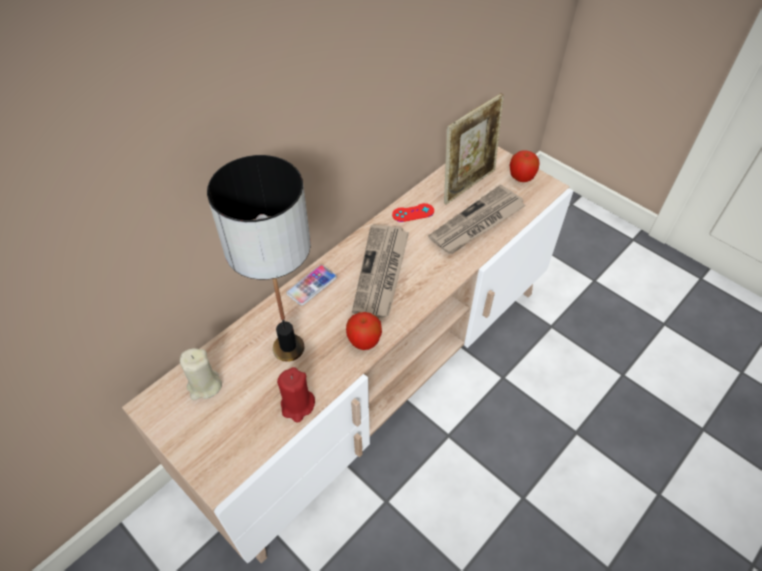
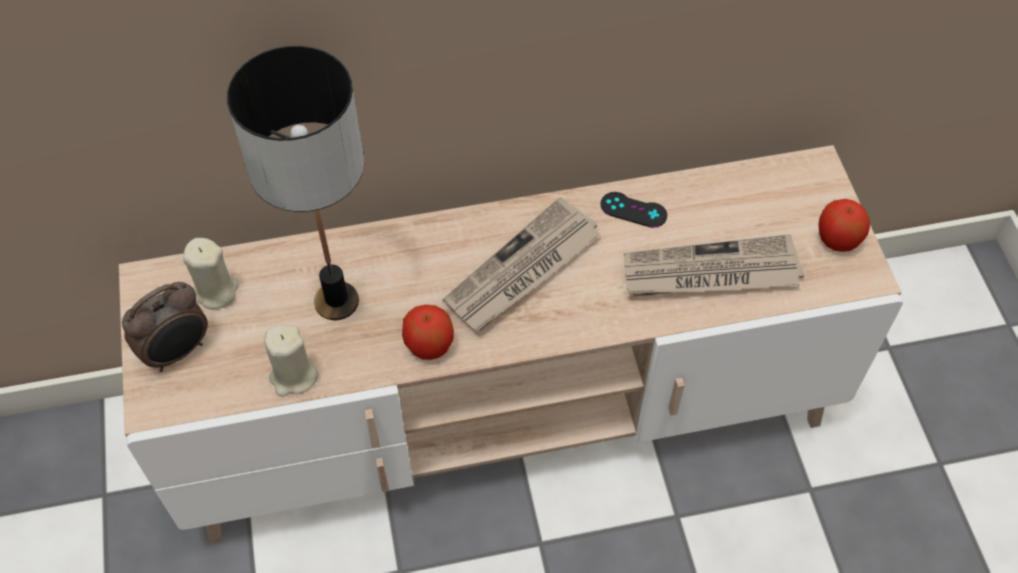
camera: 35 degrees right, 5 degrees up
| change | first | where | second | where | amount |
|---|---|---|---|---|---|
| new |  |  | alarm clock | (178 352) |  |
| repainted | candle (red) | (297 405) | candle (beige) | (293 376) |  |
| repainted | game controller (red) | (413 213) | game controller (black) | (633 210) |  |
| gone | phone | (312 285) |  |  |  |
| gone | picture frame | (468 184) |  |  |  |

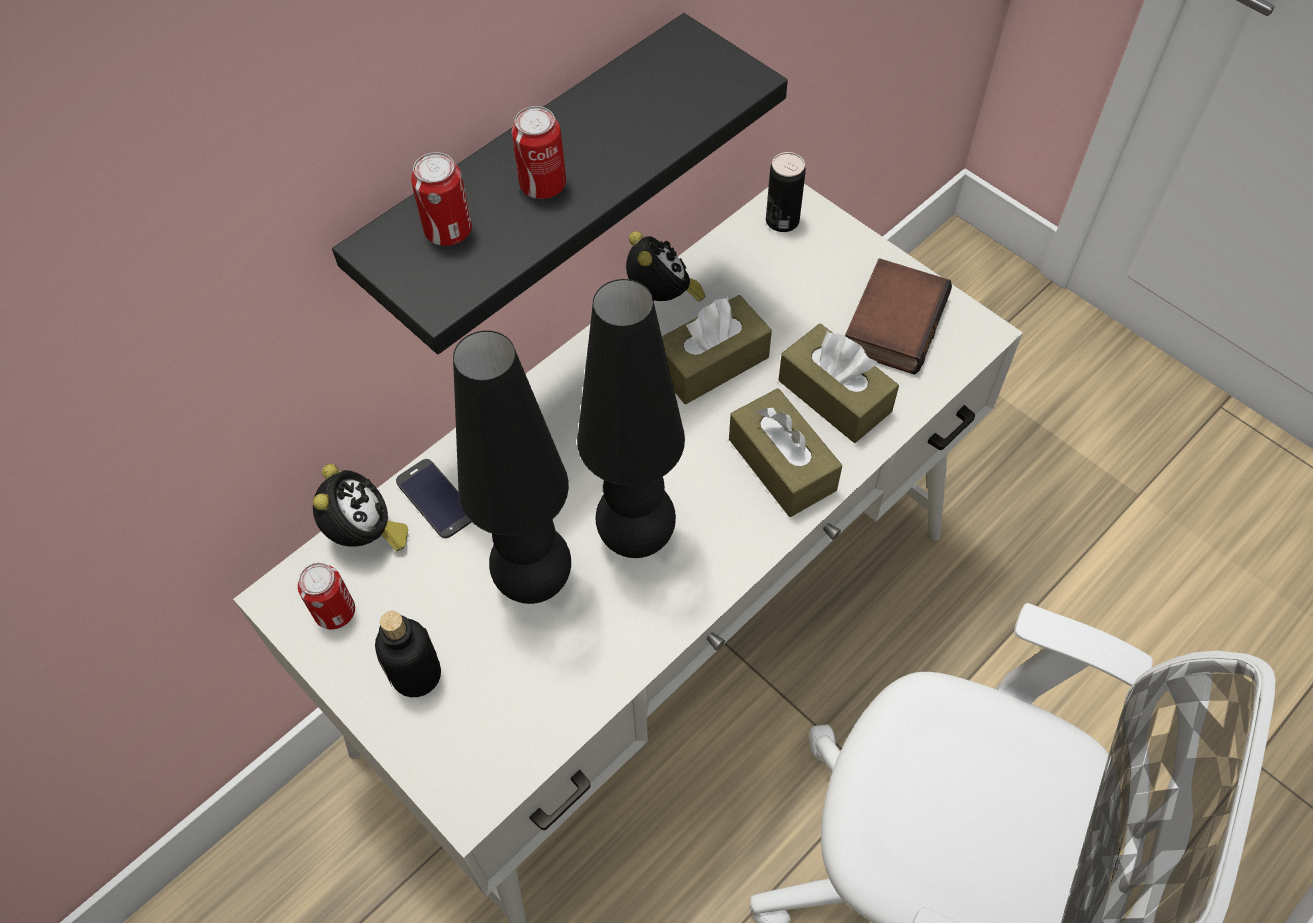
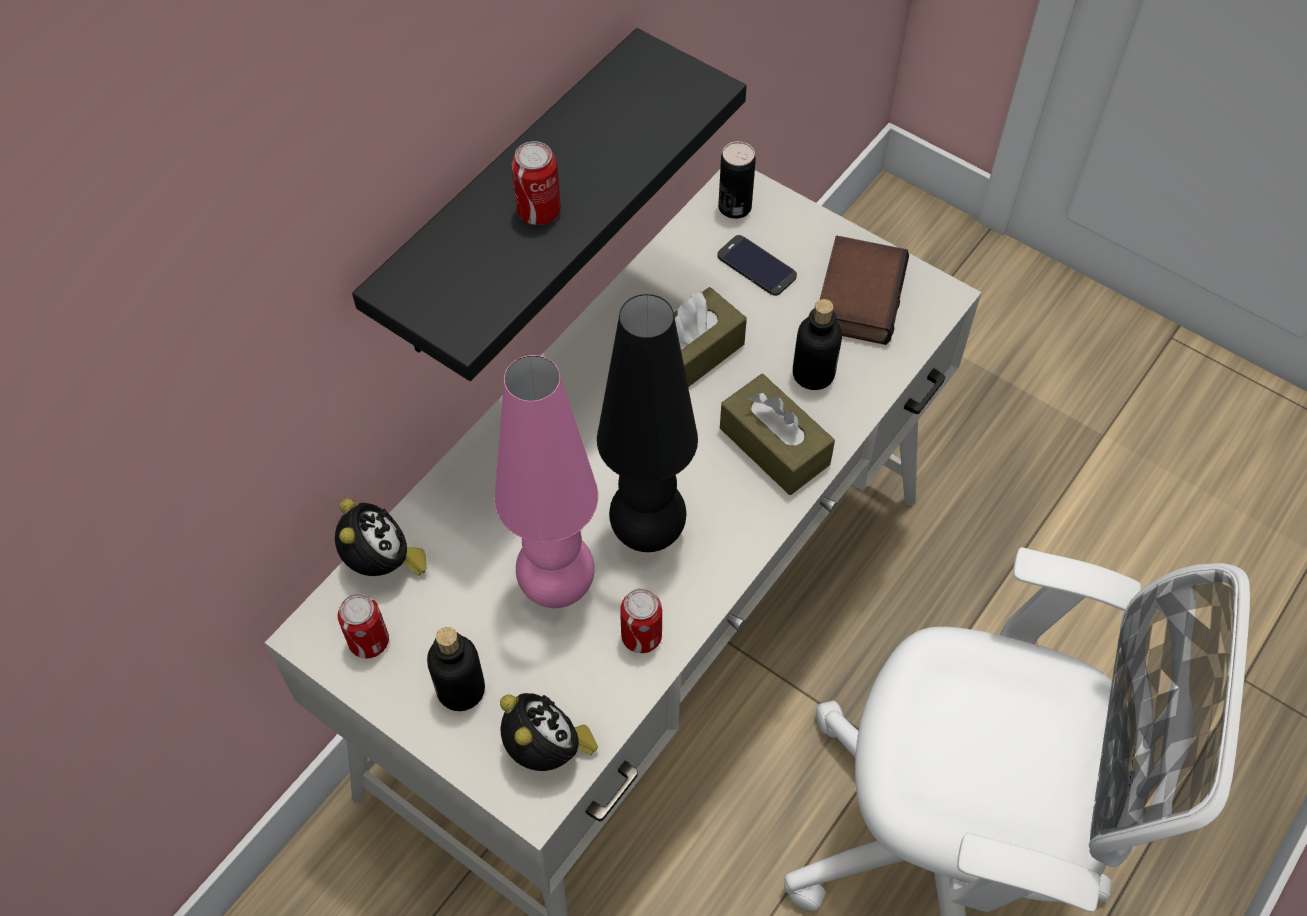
camera: 10 degrees left, 0 degrees up
| change | first | where | second | where | amount |
|---|---|---|---|---|---|
| repainted | table lamp (black) | (534 582) | table lamp (pink) | (557 587) |  |
| shifted | alarm clock | (663 298) |  | (547 751) |  |
| shifted | can | (448 231) |  | (641 636) |  |
| shifted | phone | (436 498) |  | (756 266) |  |
| swapped | tissue box (brown) | (834 396) | bottle | (813 374) |  |

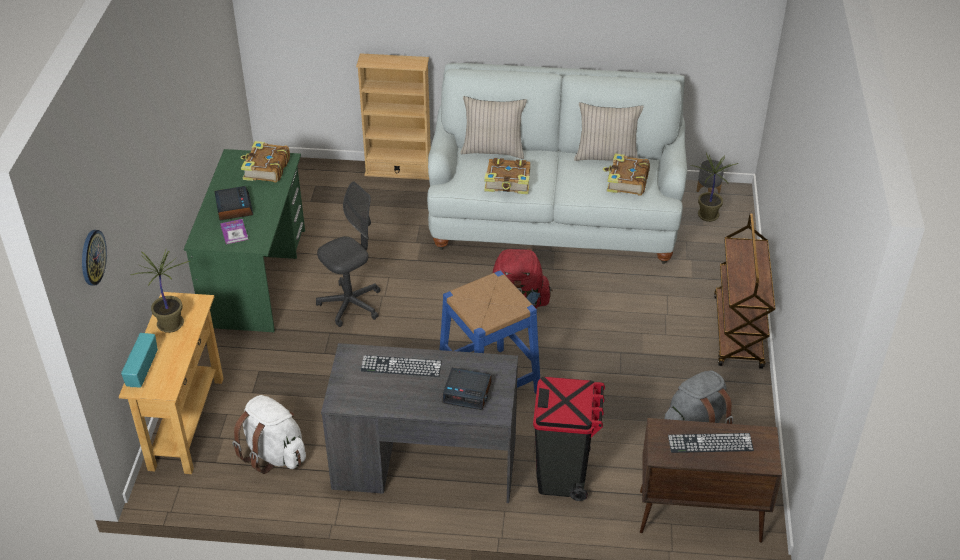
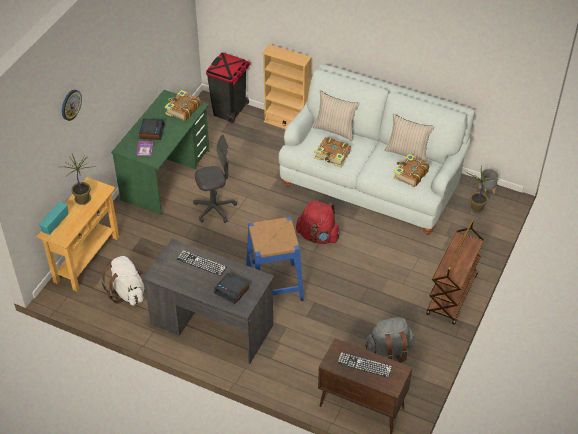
camera: 20 degrees right, 5 degrees up
| change | first | where | second | where | amount |
|---|---|---|---|---|---|
| shifted | wall clock | (92 257) |  | (70 104) |  |
| shifted | trash can (black) | (563 474) |  | (230 110) |  |

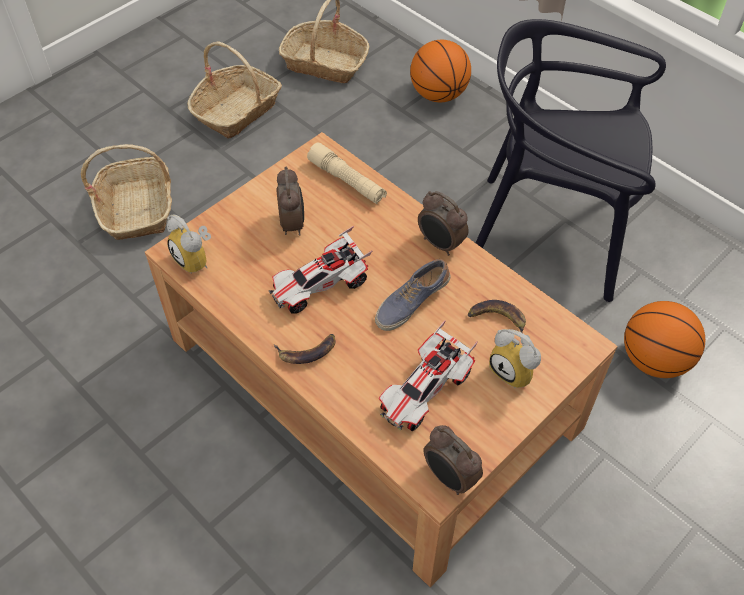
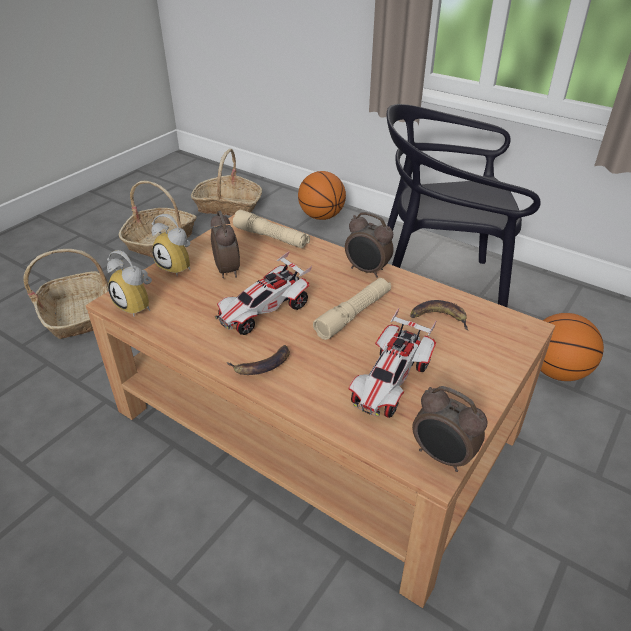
camera: 10 degrees left, 15 degrees down
| change | first | where | second | where | amount |
|---|---|---|---|---|---|
| shifted | alarm clock | (515 371) |  | (179 266) |  |
| swapped | shoe | (411 302) | flashlight (beige) | (354 314) |  |

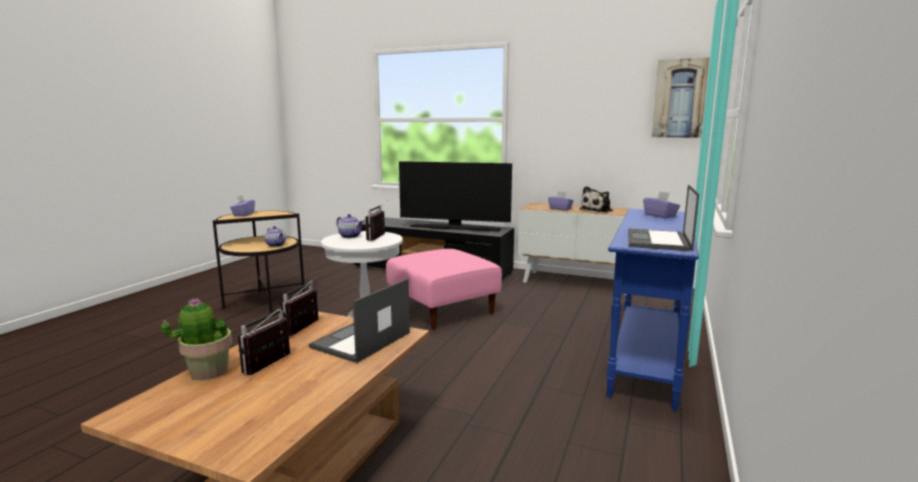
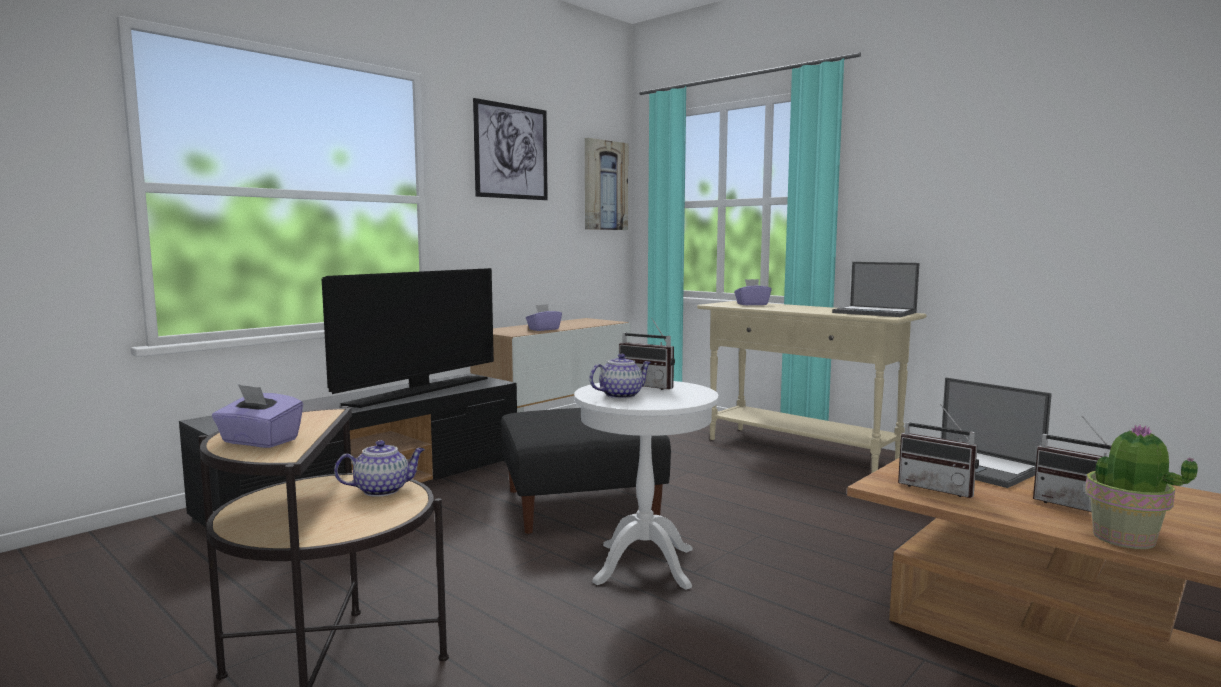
camera: 70 degrees left, 5 degrees down
| change | first | where | second | where | amount |
|---|---|---|---|---|---|
| new |  |  | picture | (511 152) |  |
| repainted | ottoman (pink) | (443 309) | ottoman (black) | (581 504) |  |
| repainted | console table (blue) | (645 361) | console table (beige) | (800 450) |  |
| gone | plush toy | (597 210) |  |  |  |

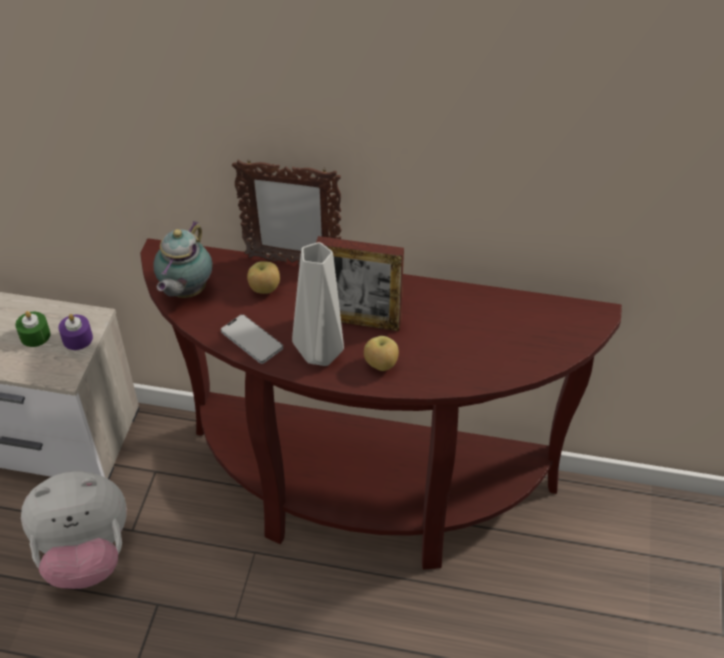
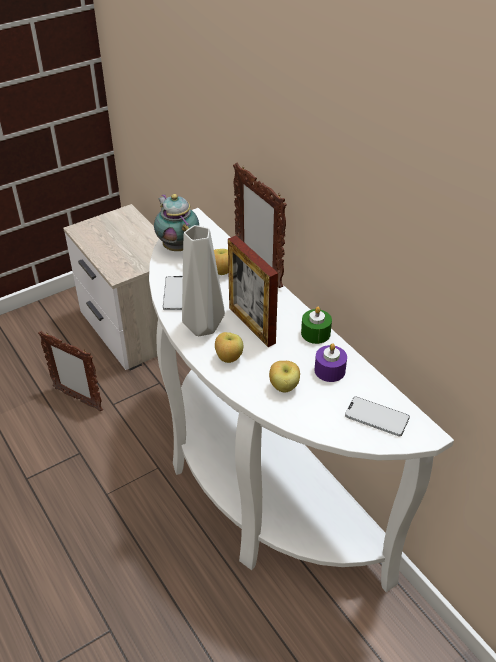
camera: 45 degrees right, 5 degrees down
| change | first | where | second | where | amount |
|---|---|---|---|---|---|
| swapped | plush toy | (86 555) | picture frame | (78 399) |  |
| repainted | console table (brown) | (364 495) | console table (white) | (256 487) |  |
| rotated | teapot | (185 292) |  | (177 246) | 90 degrees clockwise |
| new |  |  | apple | (284 387) |  |
| shifted | candle (green) | (35 335) |  | (315 333) |  |
| shifted | candle (purple) | (77 338) |  | (329 370) |  |
| new |  |  | phone | (376 417) |  |

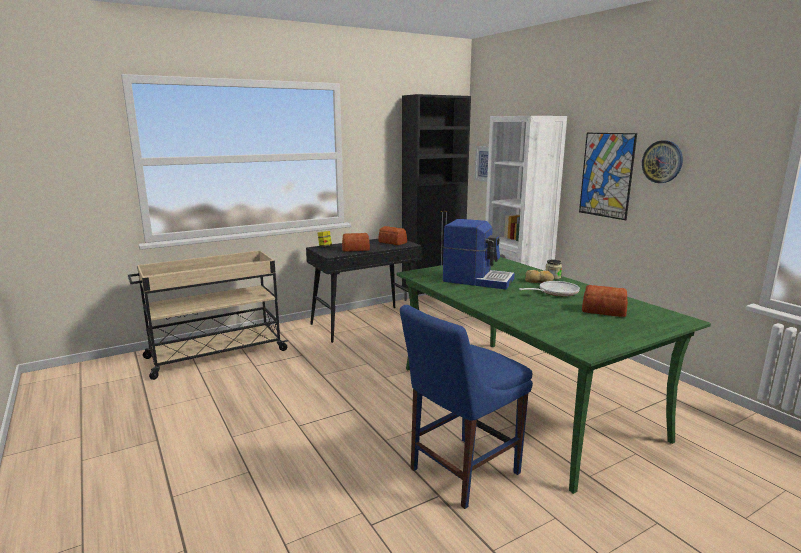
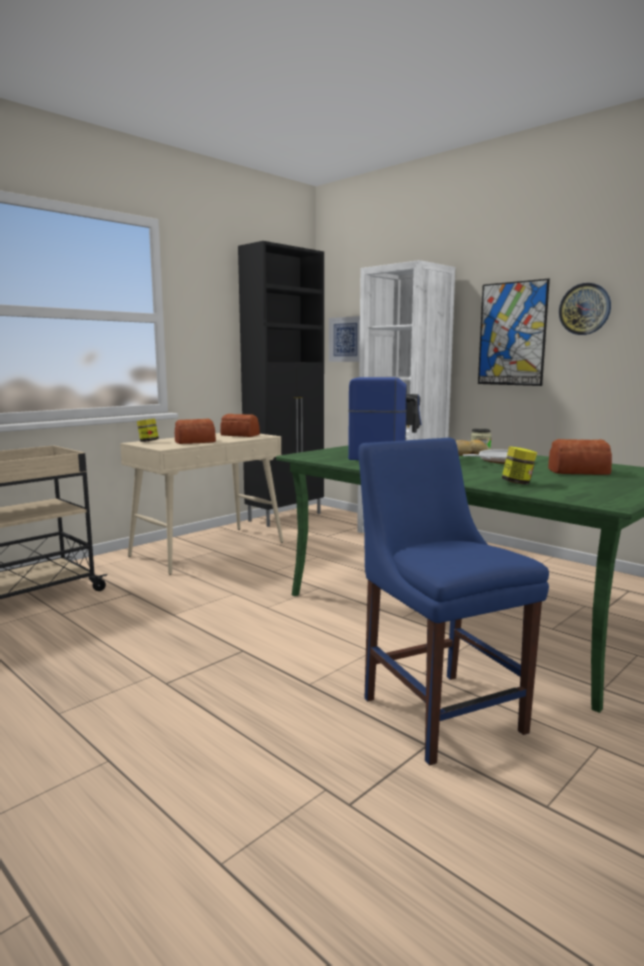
camera: 15 degrees left, 5 degrees down
| change | first | where | second | where | amount |
|---|---|---|---|---|---|
| repainted | console table (black) | (366 323) | console table (beige) | (208 549) |  |
| rotated | chair (blue) | (460 472) |  | (438 710) | 120 degrees clockwise |
| new |  |  | jar | (518 483) |  |

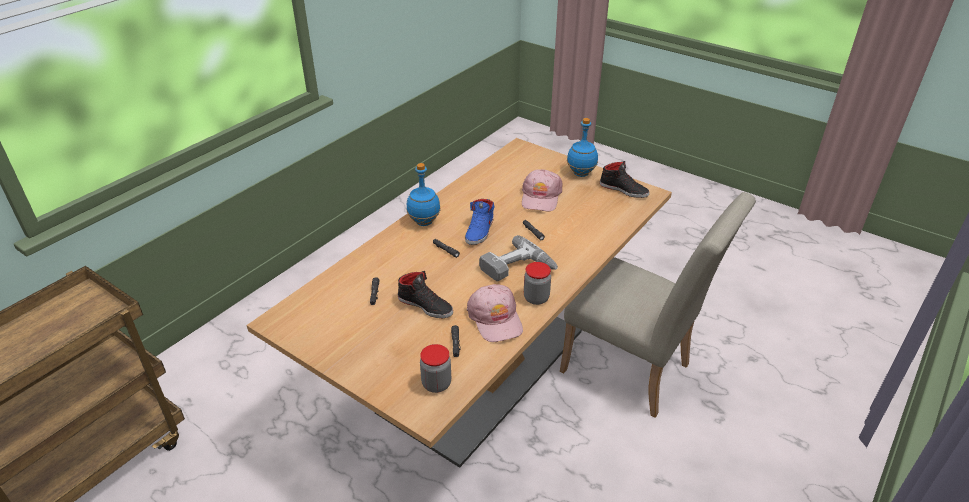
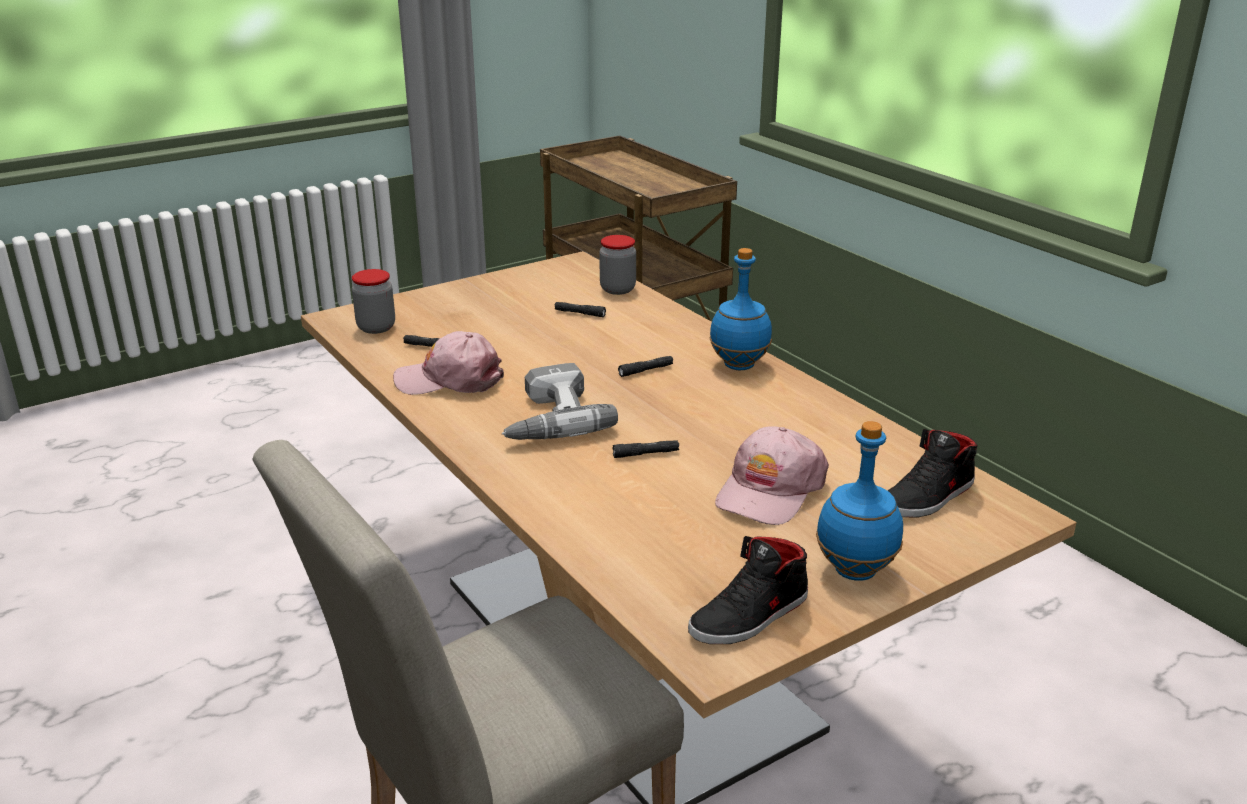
camera: 110 degrees right, 10 degrees down
| change | first | where | second | where | amount |
|---|---|---|---|---|---|
| shifted | jar | (536 298) |  | (617 289) |  |
| rotated | cap (pink) | (541 197) |  | (769 490) | 90 degrees counterclockwise |
| shifted | shoe (black) | (425 305) |  | (928 497) |  |
| gone | shoe (blue) | (480 231) |  |  |  |

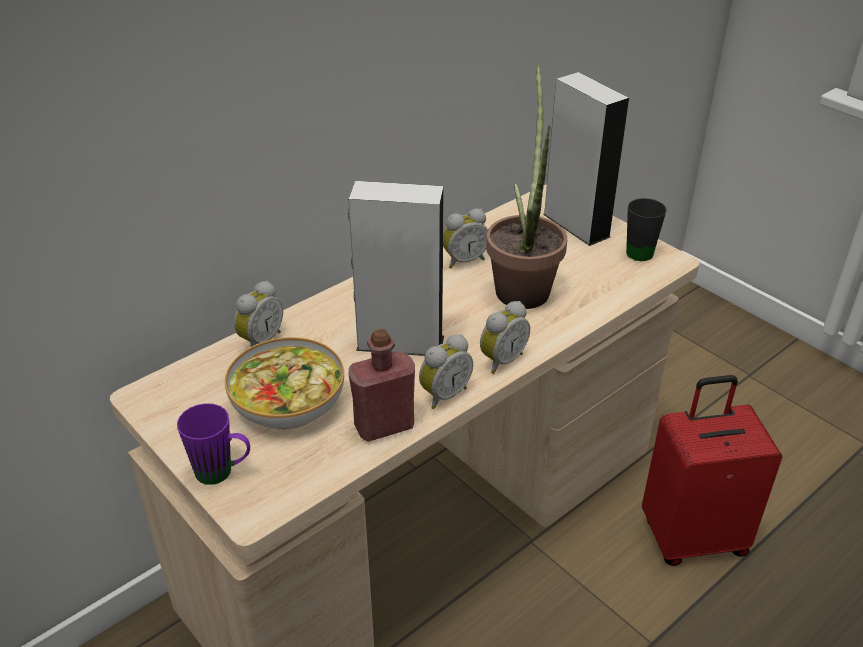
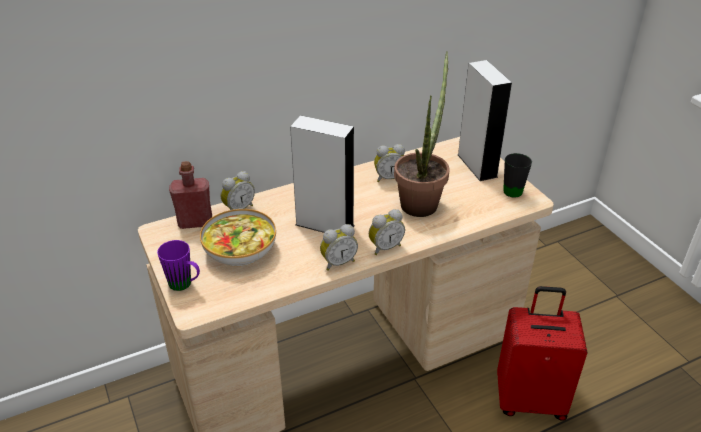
camera: 15 degrees right, 0 degrees up
| change | first | where | second | where | amount |
|---|---|---|---|---|---|
| shifted | bottle (red) | (384 426) |  | (195 222) |  |

